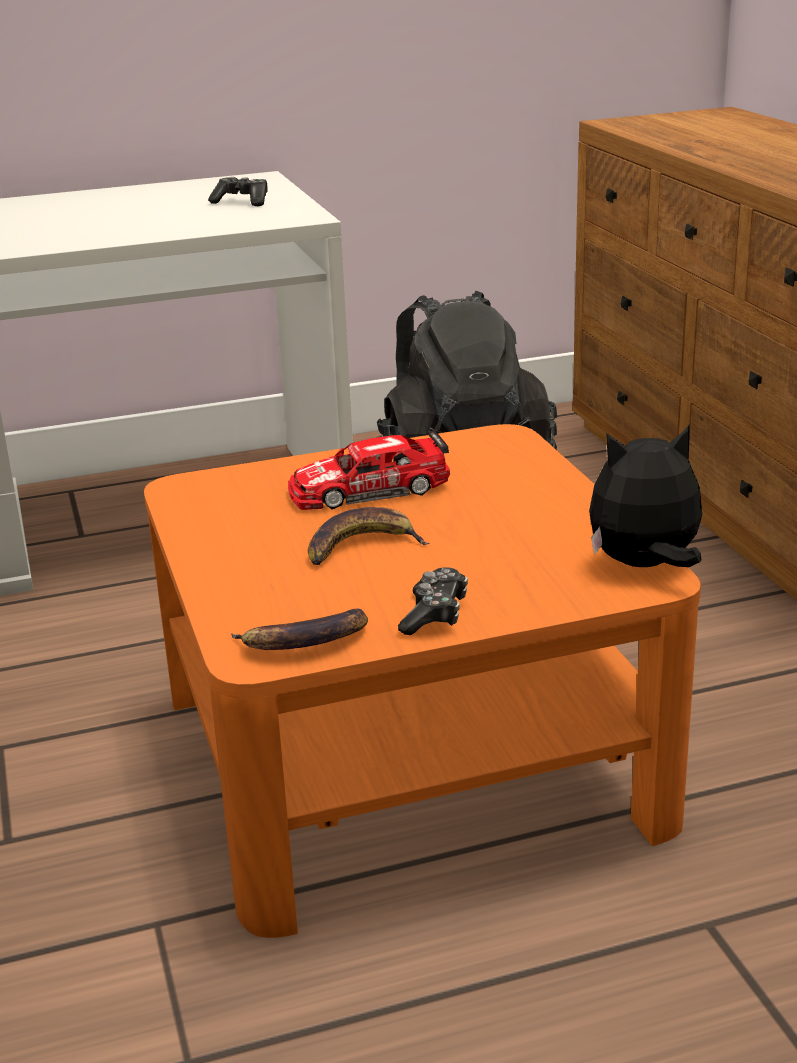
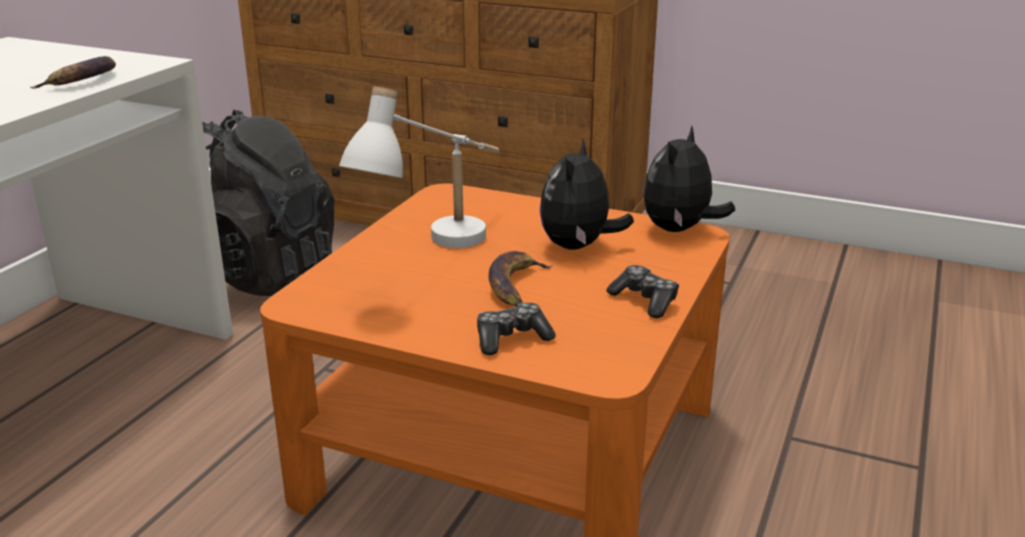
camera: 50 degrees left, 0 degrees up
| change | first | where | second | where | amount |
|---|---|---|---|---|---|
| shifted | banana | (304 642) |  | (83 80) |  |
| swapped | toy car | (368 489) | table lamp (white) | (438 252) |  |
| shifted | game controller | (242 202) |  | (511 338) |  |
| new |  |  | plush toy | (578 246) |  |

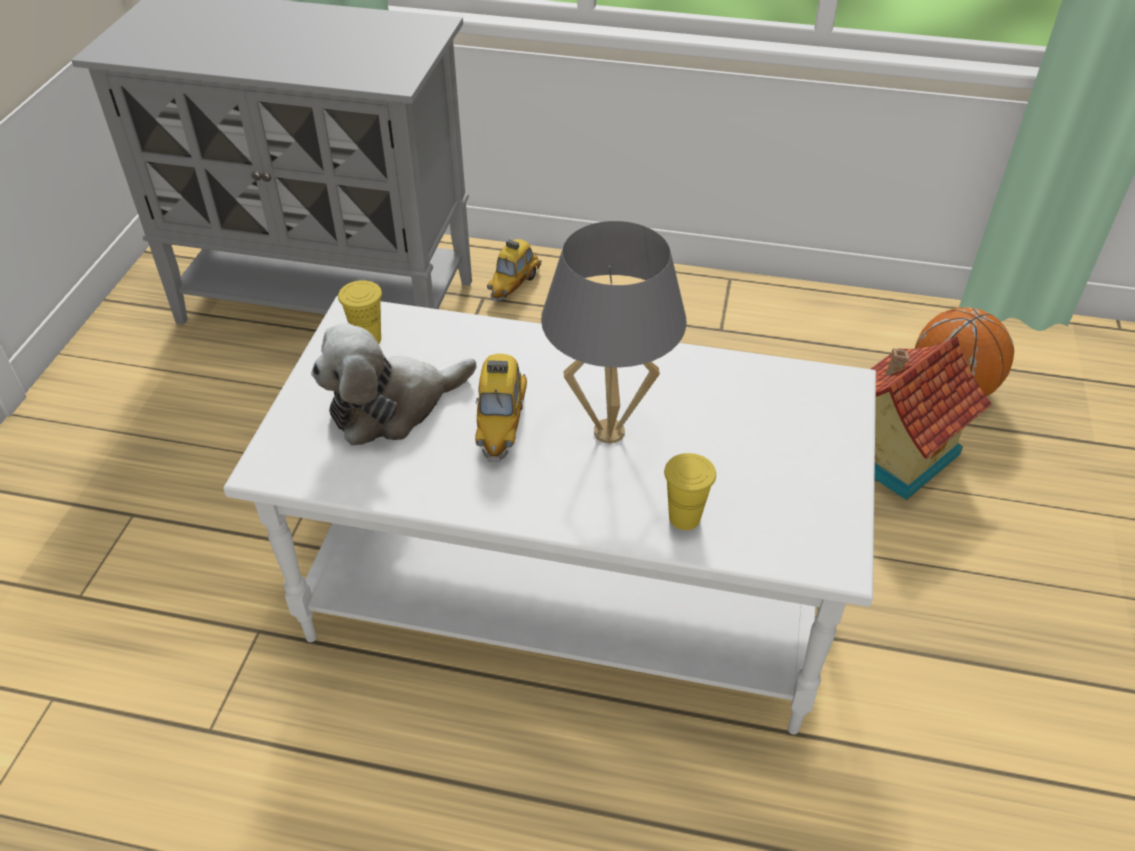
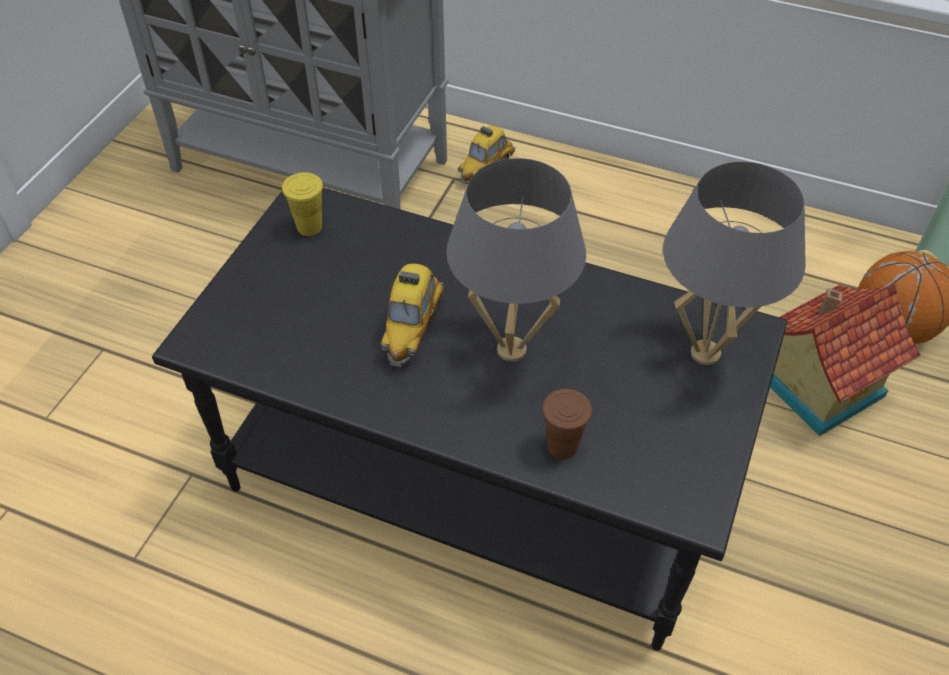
camera: 10 degrees right, 5 degrees up
| change | first | where | second | where | amount |
|---|---|---|---|---|---|
| repainted | coffee table (white) | (570 588) | coffee table (black) | (477 476) |  |
| repainted | cup (yellow) | (684 518) | cup (brown) | (562 446) |  |
| new |  |  | table lamp (grey) | (705 354) |  |
| gone | plush toy | (392 406) |  |  |  |

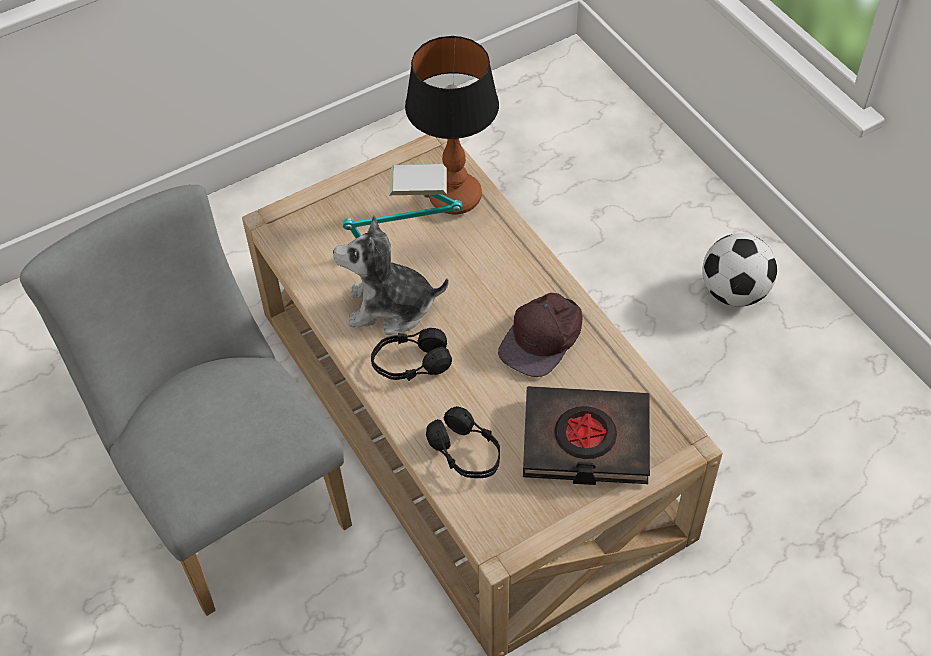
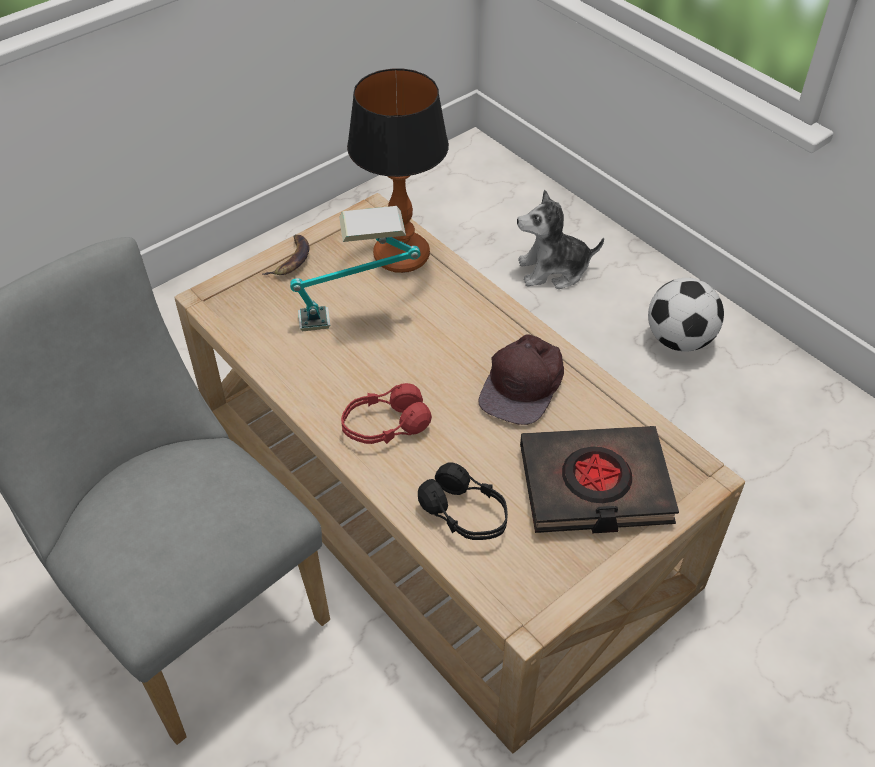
camera: 10 degrees left, 5 degrees down
| change | first | where | second | where | amount |
|---|---|---|---|---|---|
| new |  |  | banana | (291 259) |  |
| repainted | headphones (black) | (411 364) | headphones (red) | (385 426) |  |
| shifted | plush toy | (390 307) |  | (553 270) |  |

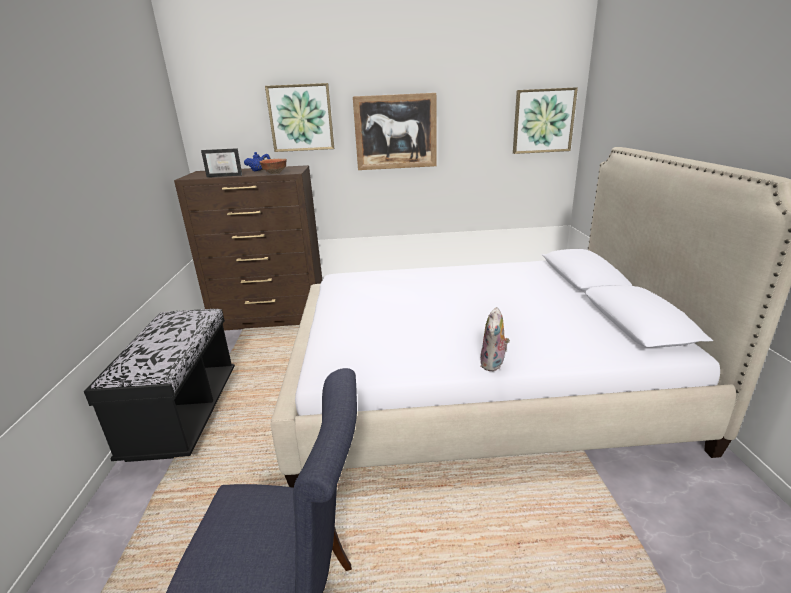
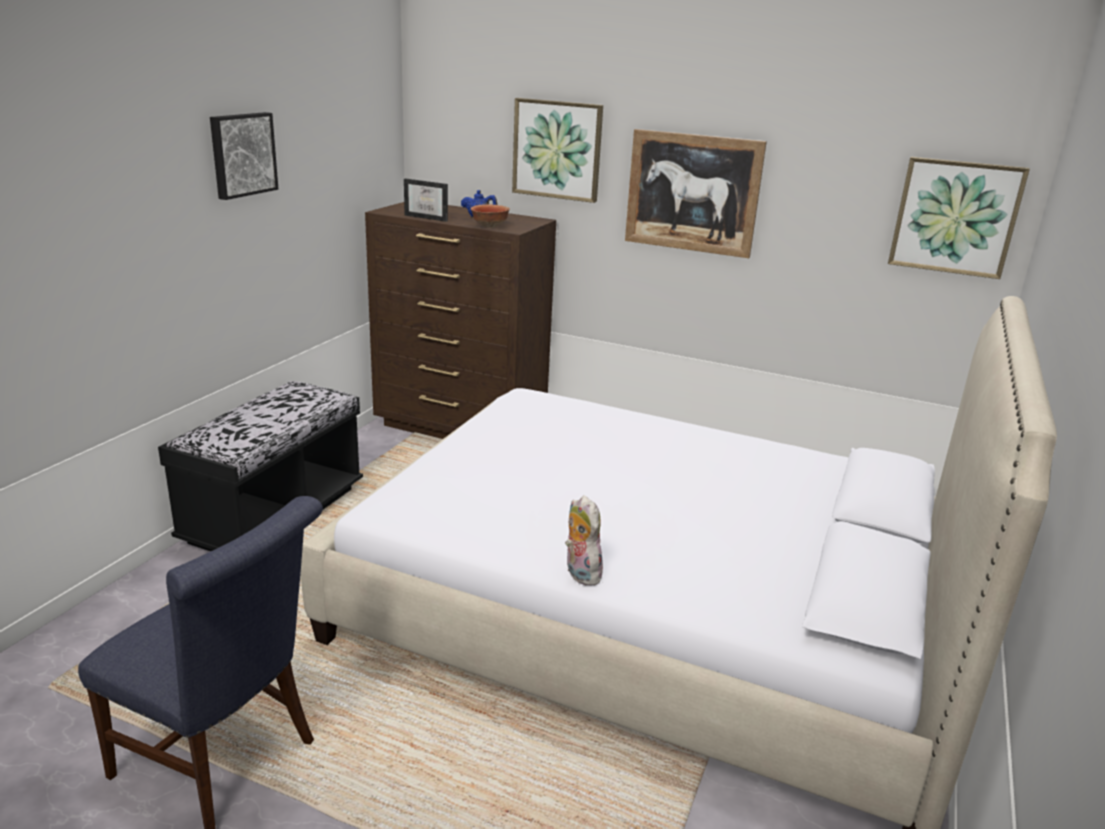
camera: 25 degrees right, 0 degrees up
| change | first | where | second | where | amount |
|---|---|---|---|---|---|
| new |  |  | picture | (242 154) |  |
| rotated | plush toy | (493 364) |  | (579 573) | 105 degrees clockwise |

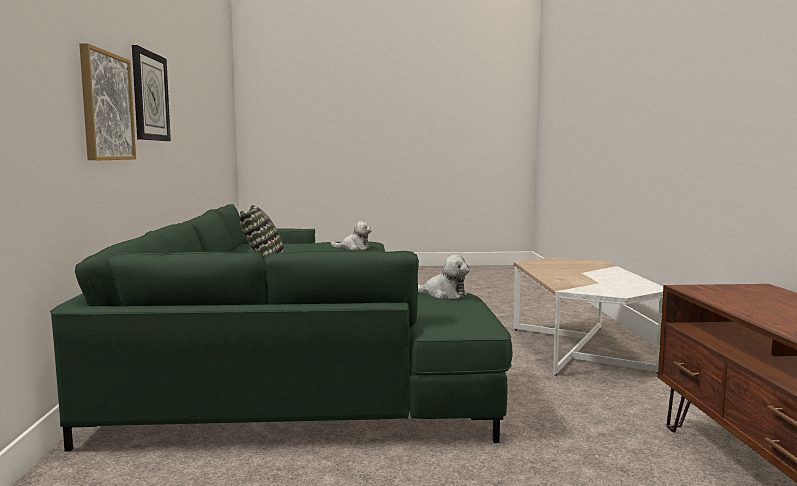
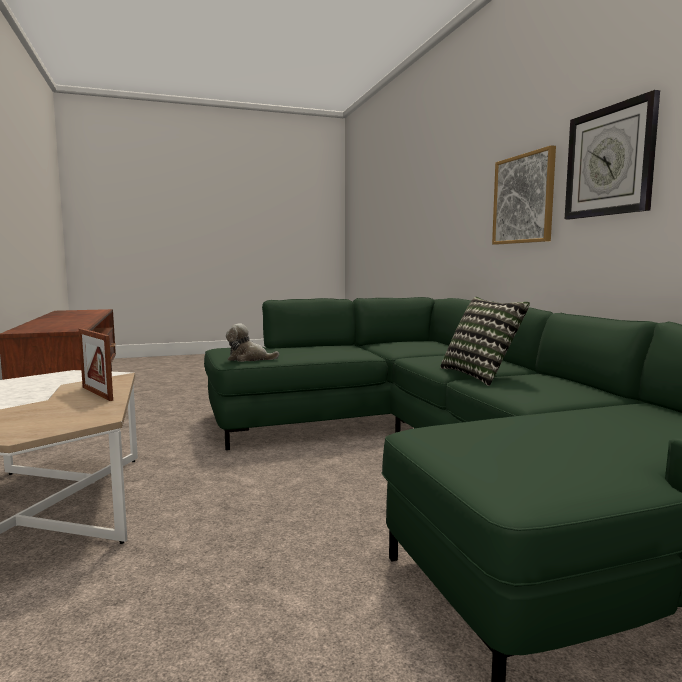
camera: 165 degrees right, 0 degrees up
| change | first | where | second | where | amount |
|---|---|---|---|---|---|
| new |  |  | picture frame | (97 393) |  |
| gone | plush toy | (354 248) |  |  |  |

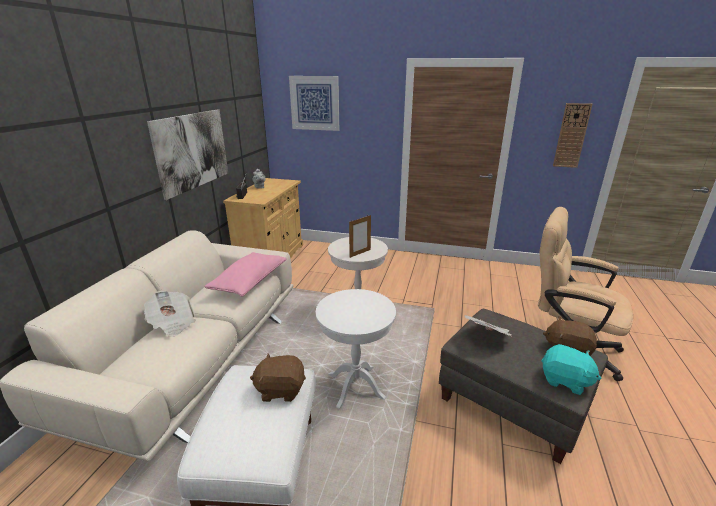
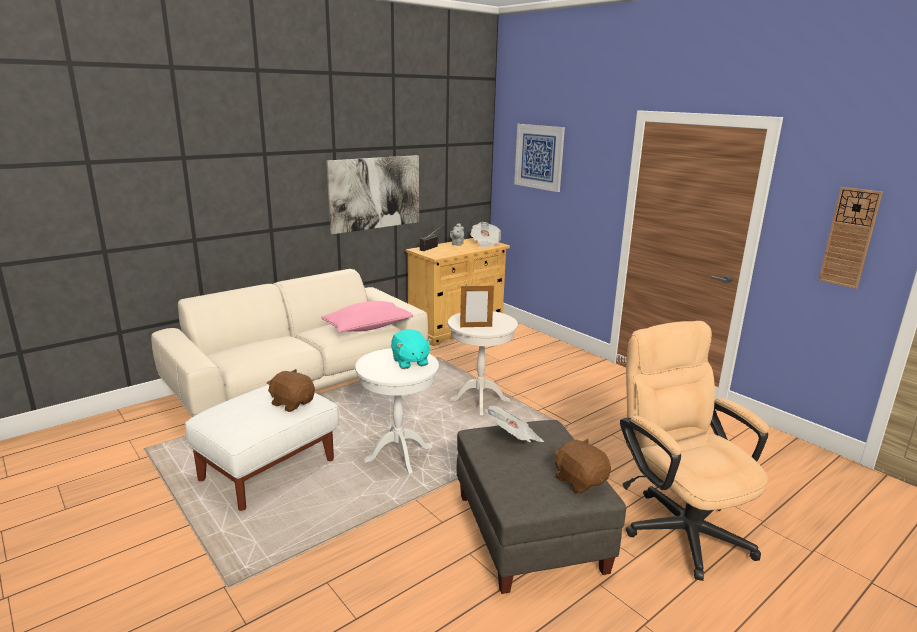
camera: 35 degrees right, 5 degrees down
| change | first | where | second | where | amount |
|---|---|---|---|---|---|
| shifted | plush toy (turquoise) | (565 380) |  | (410 362) |  |
| shifted | newspaper | (172 323) |  | (485 243) |  |

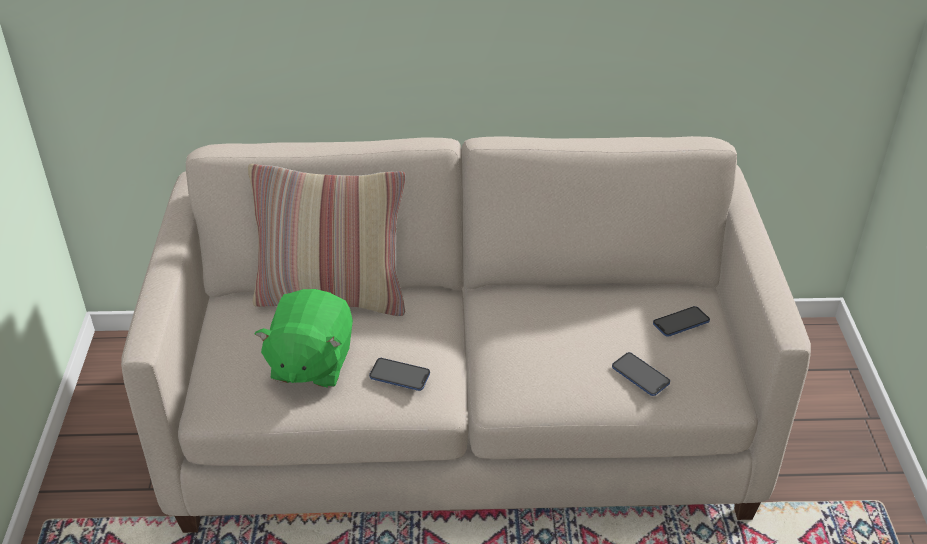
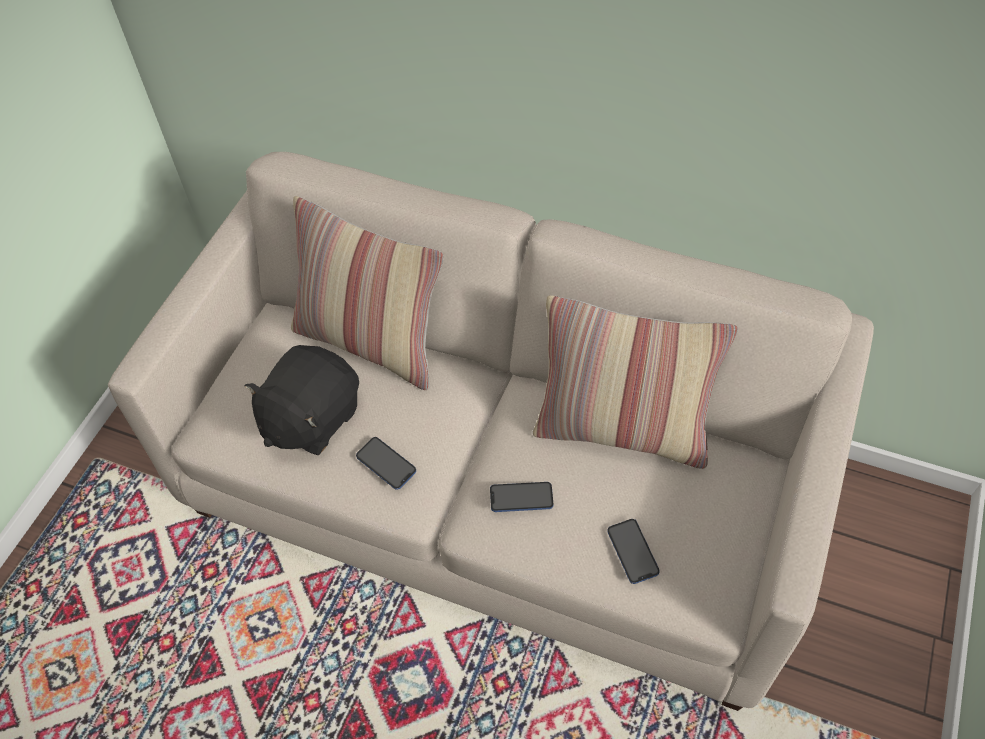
camera: 25 degrees right, 15 degrees up
| change | first | where | second | where | amount |
|---|---|---|---|---|---|
| repainted | plush toy (green) | (310 363) | plush toy (black) | (311 418) |  |
| shifted | phone | (681 322) |  | (521 498) |  |
| new |  |  | pillow | (622 430) |  |

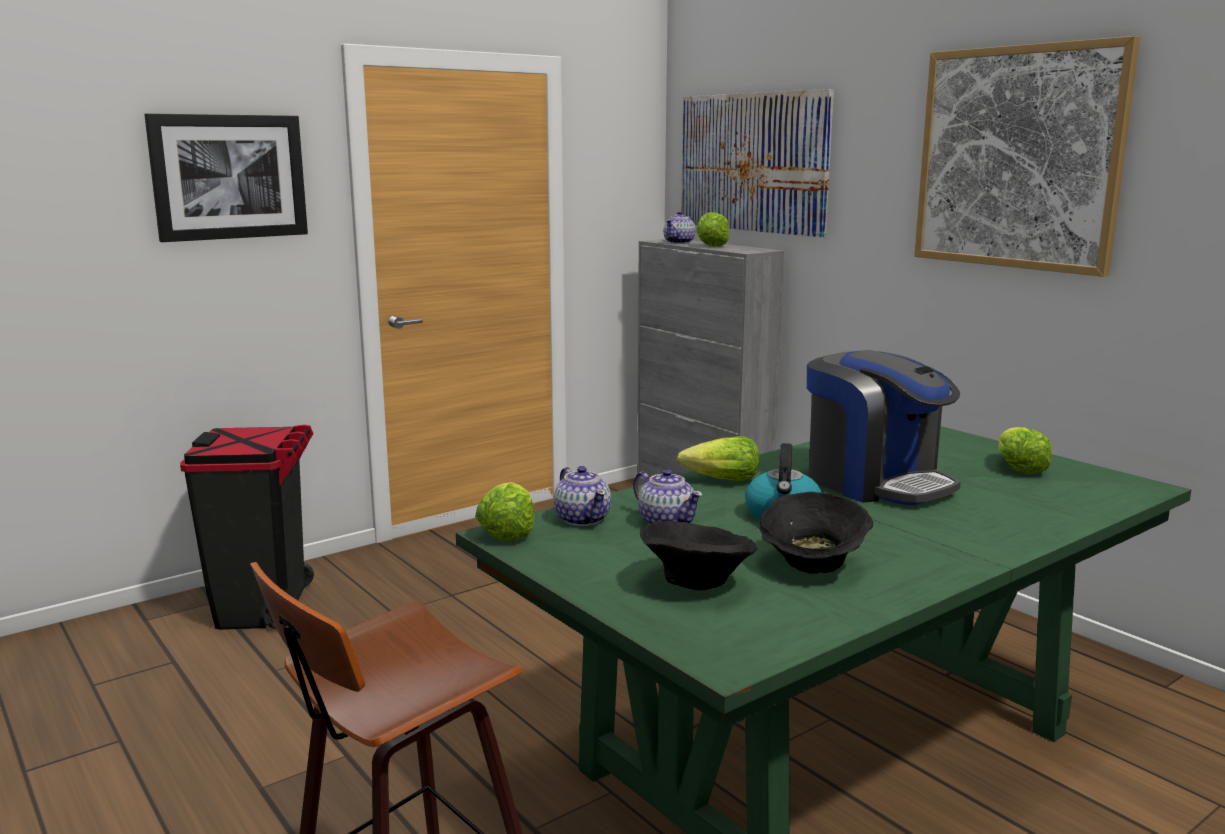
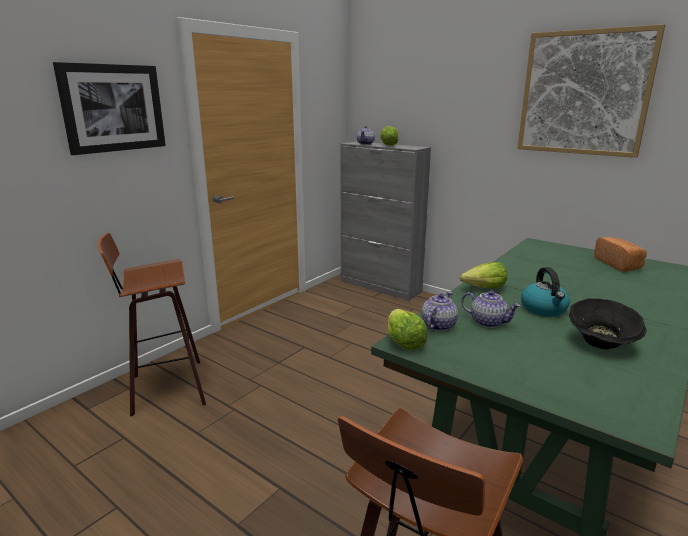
camera: 15 degrees left, 5 degrees up
| change | first | where | second | where | amount |
|---|---|---|---|---|---|
| swapped | trash can (black) | (263 608) | stool | (165 388) |  |
| rotated | teapot | (582 519) |  | (437 325) | 105 degrees counterclockwise |
| swapped | lettuce | (1018 468) | bread | (618 264) |  |
| gone | bowl (black) | (696 584) |  |  |  |
| gone | picture | (752 162) |  |  |  |
| gone | coffee machine | (876 482) |  |  |  |

